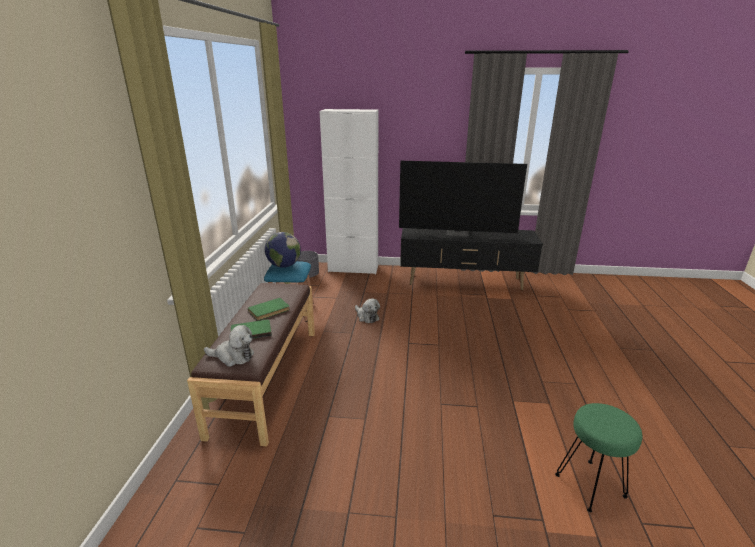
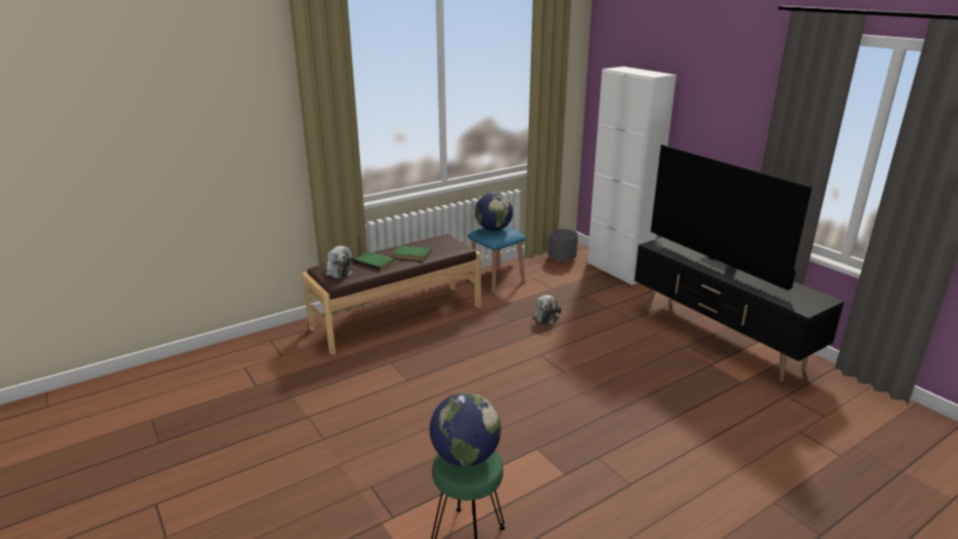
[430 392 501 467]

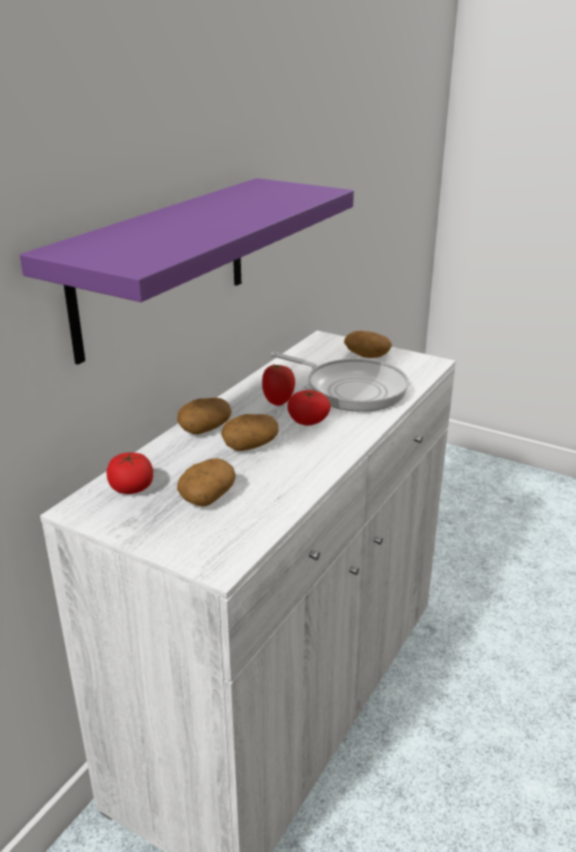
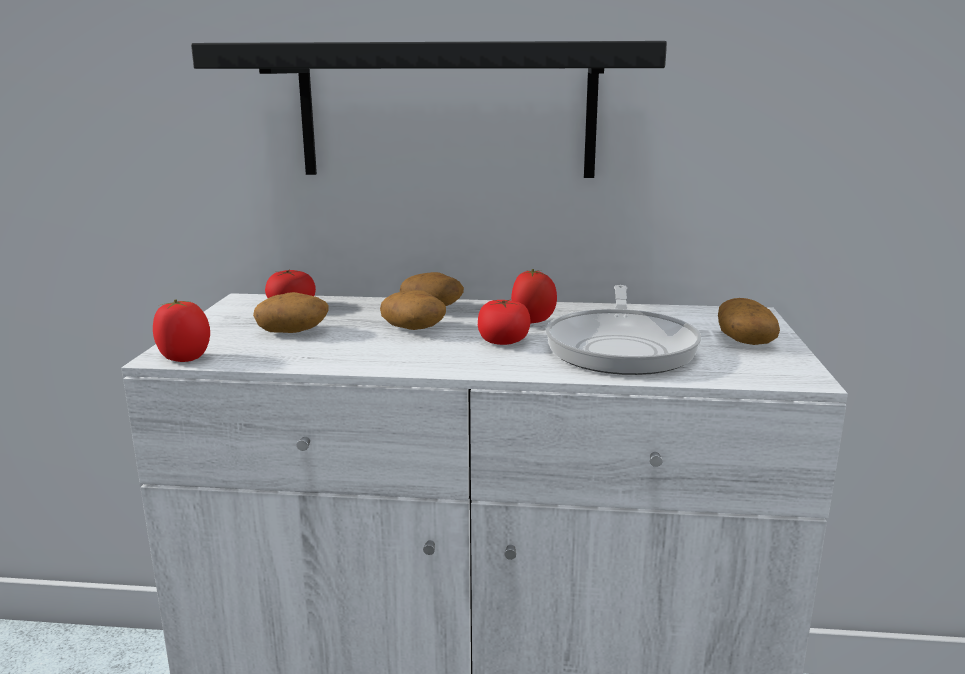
[191 41 667 178]
[153 300 210 362]

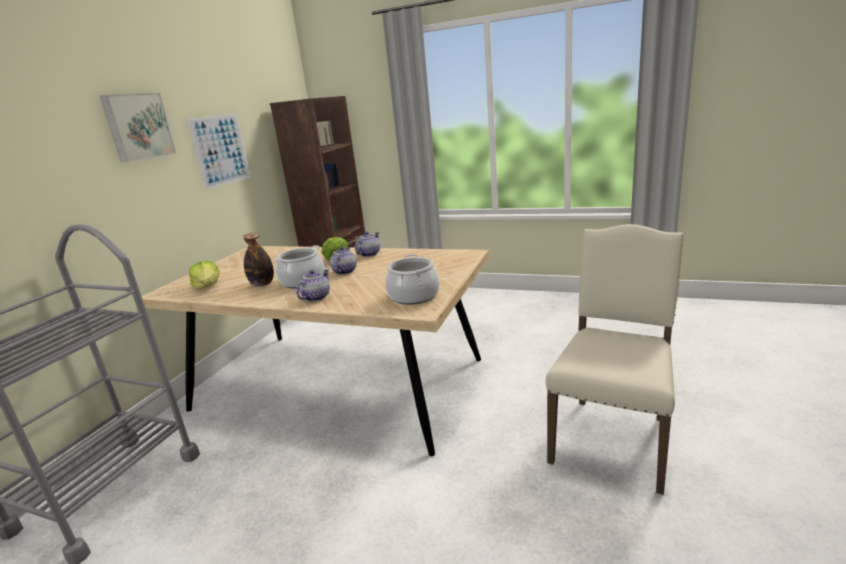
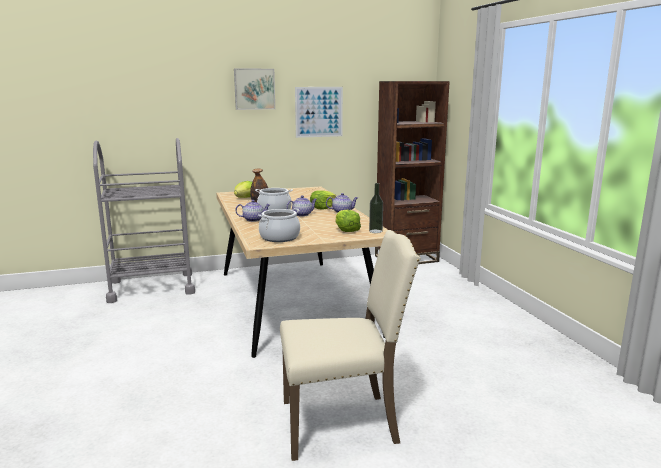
[369 183 383 233]
[335 210 361 232]

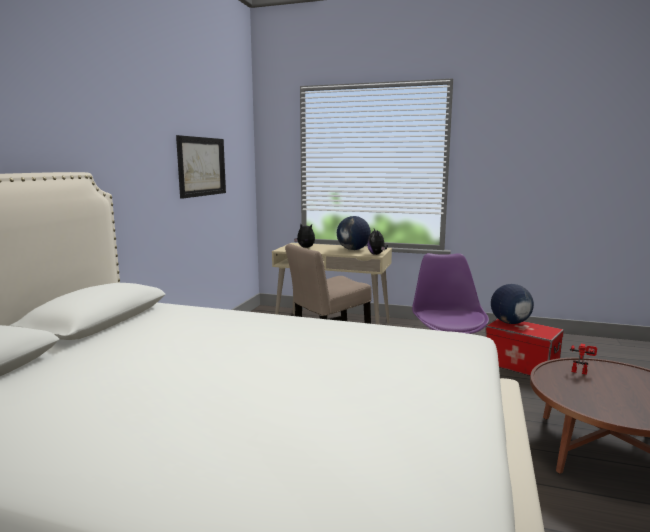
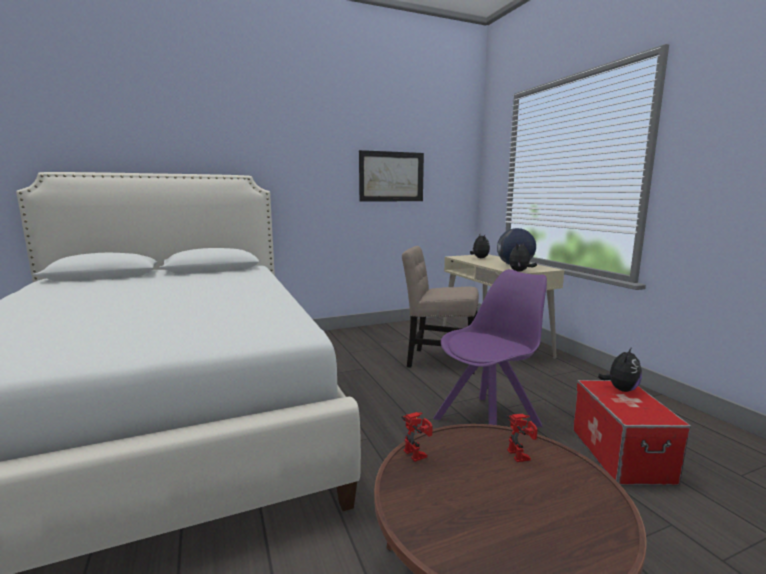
[598 347 642 392]
[401 412 433 462]

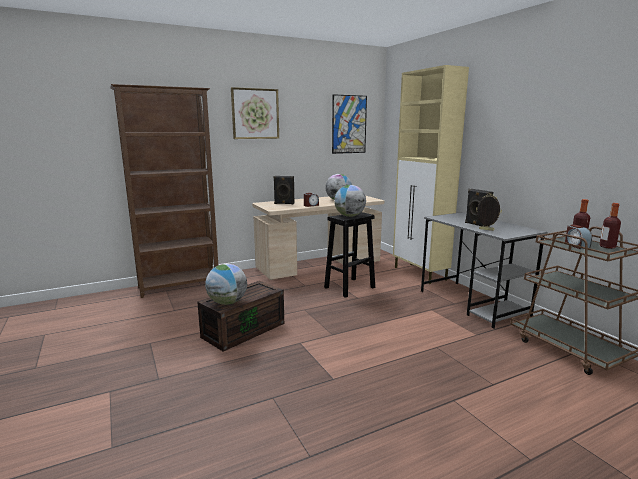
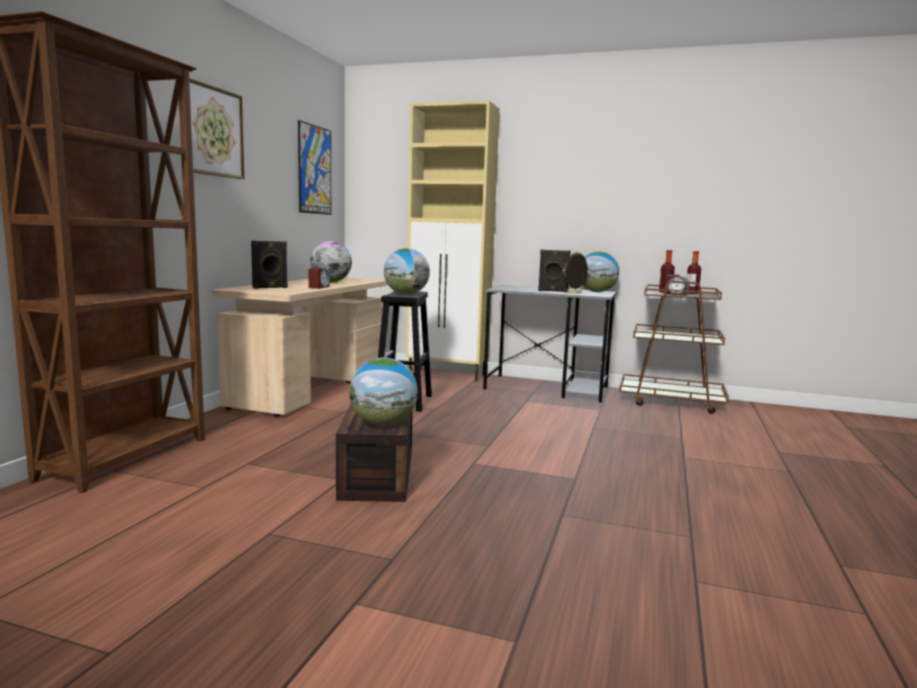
[583 251 619 292]

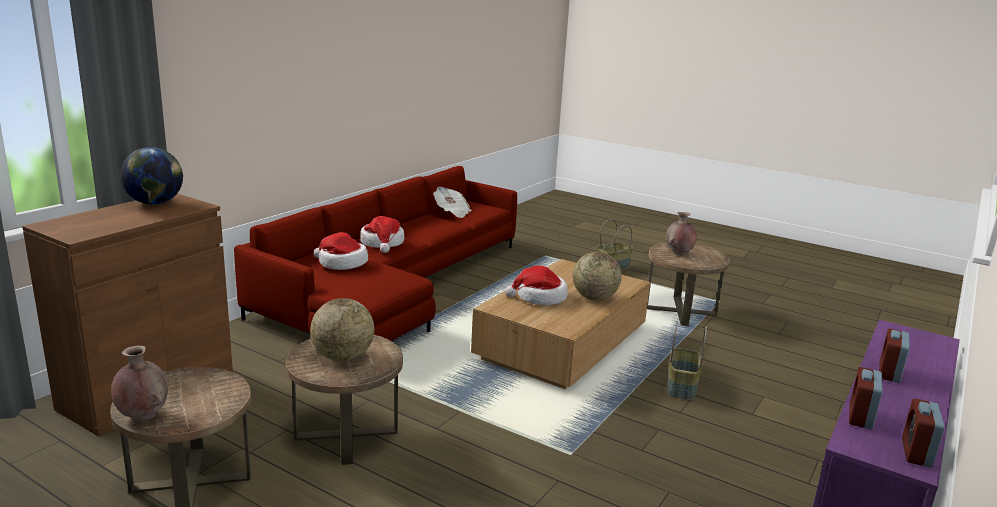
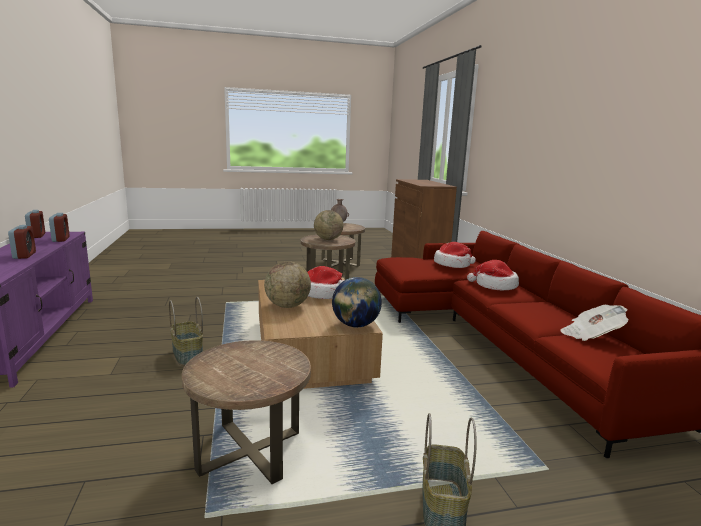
[332 277 382 328]
[666 212 697 255] (first image)

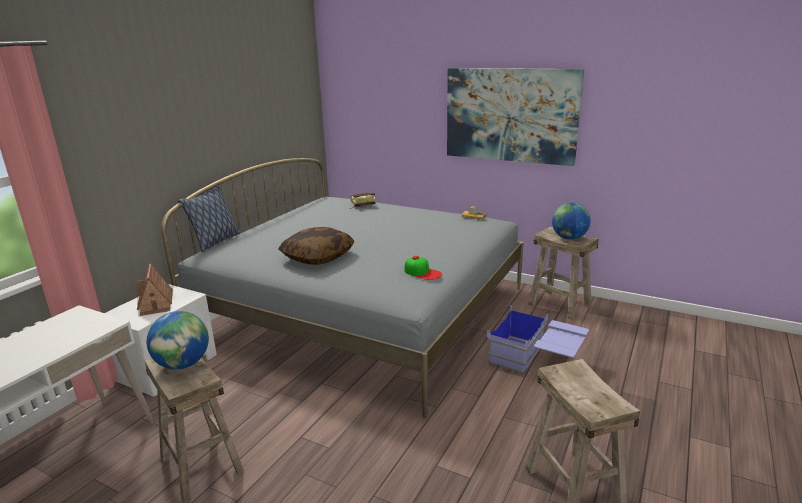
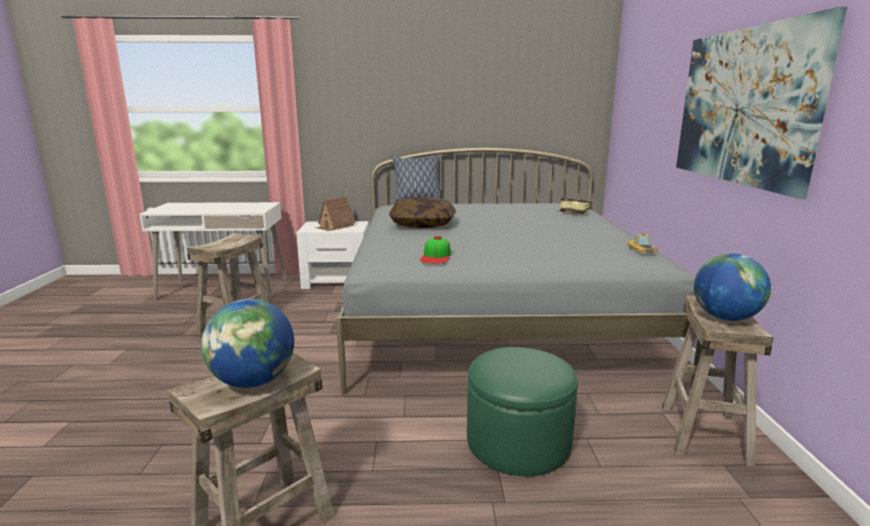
[467 347 578 476]
[201 299 294 388]

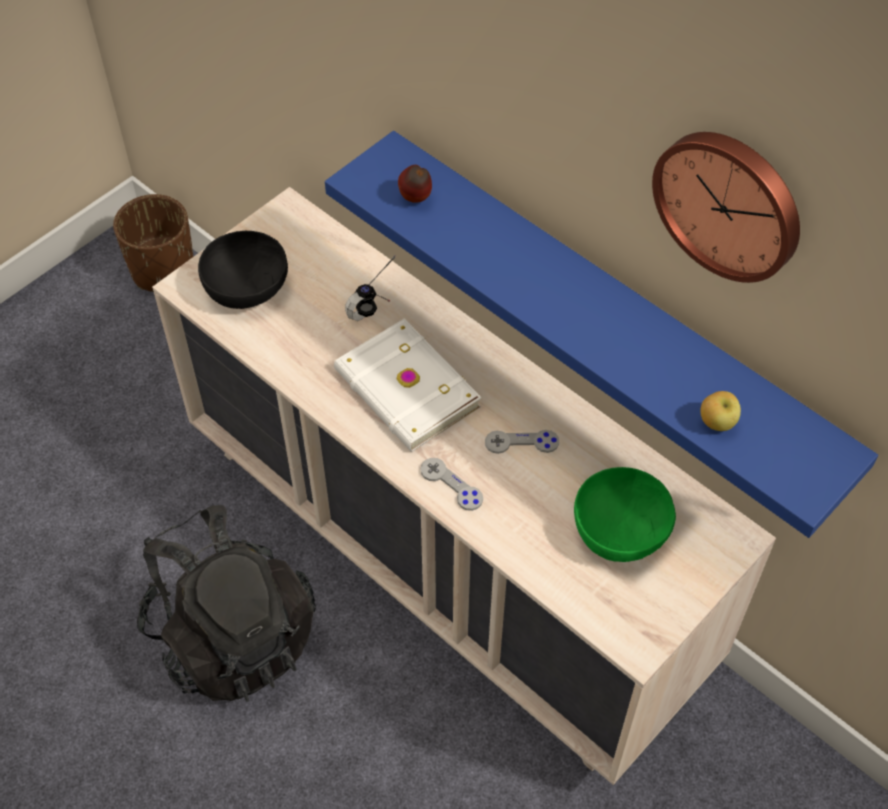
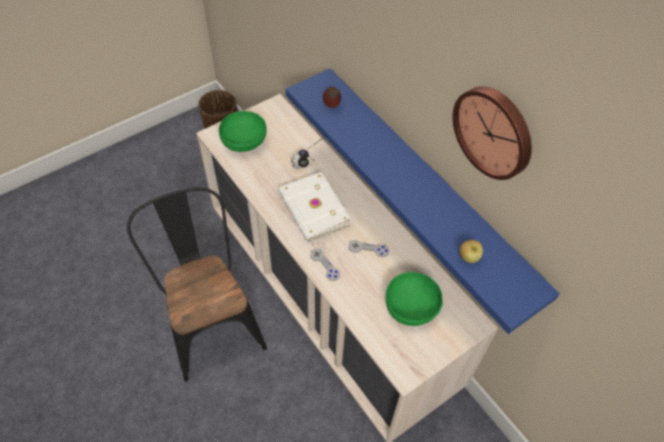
[219 111 267 152]
[127 187 267 382]

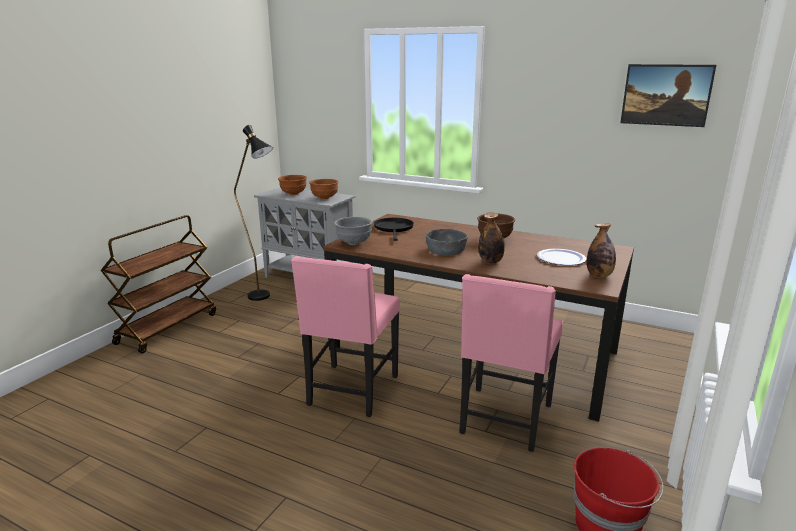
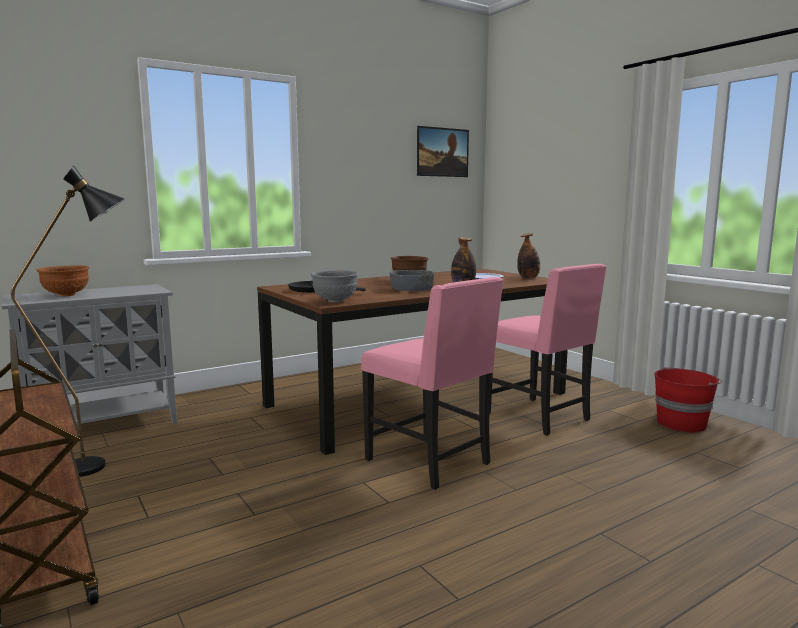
[309 179 339 200] (first image)

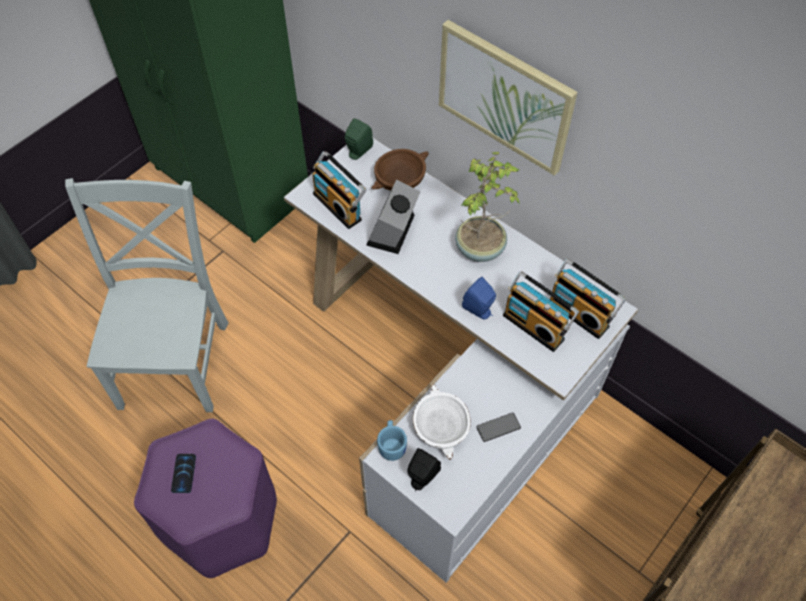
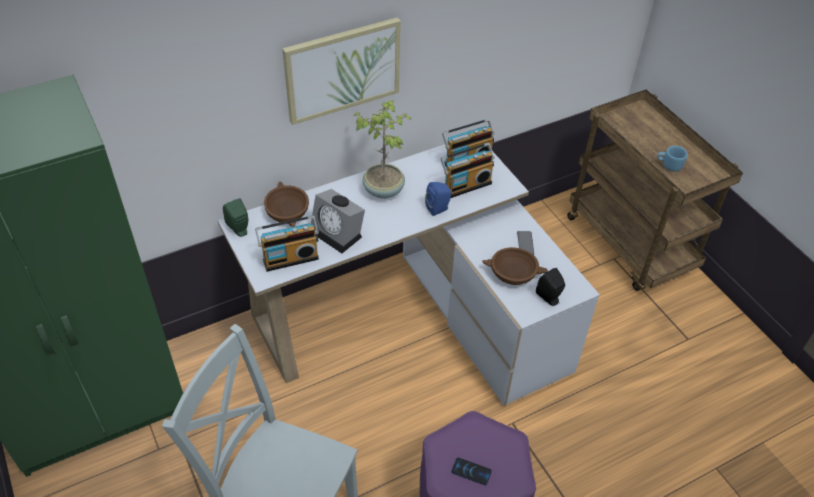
[482 247 548 285]
[657 146 688 171]

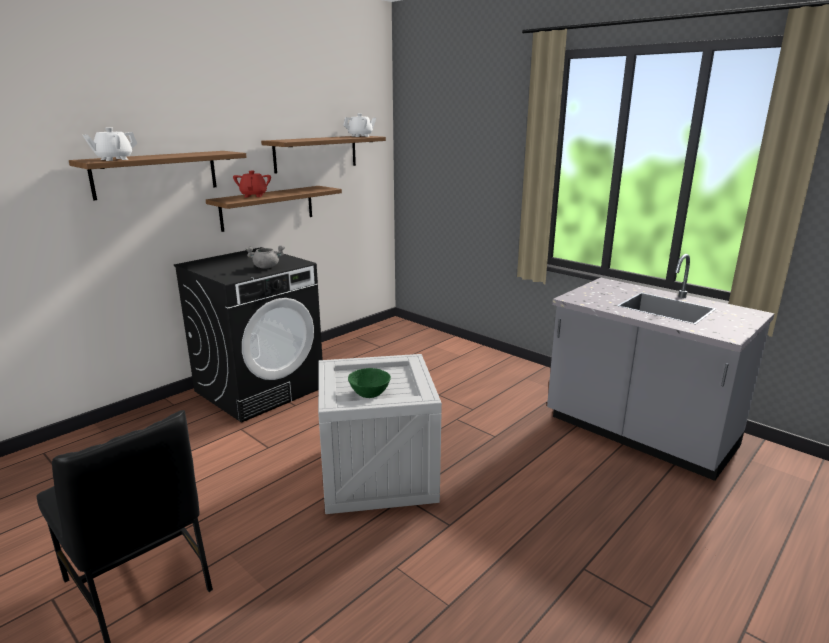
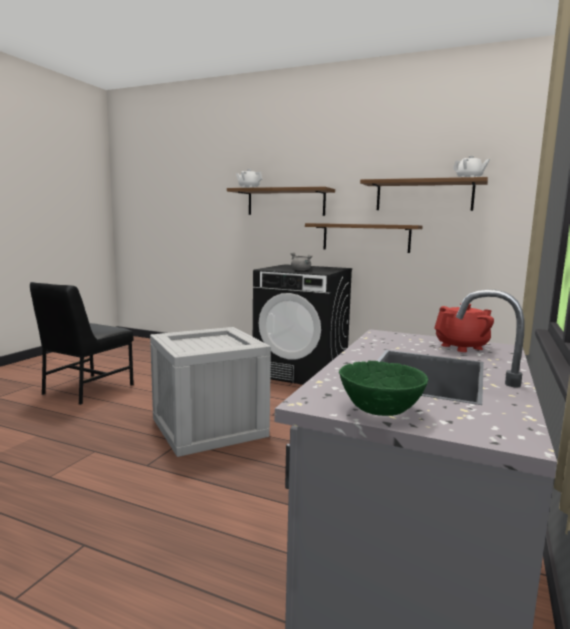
[434 303 494 352]
[339 361 428 416]

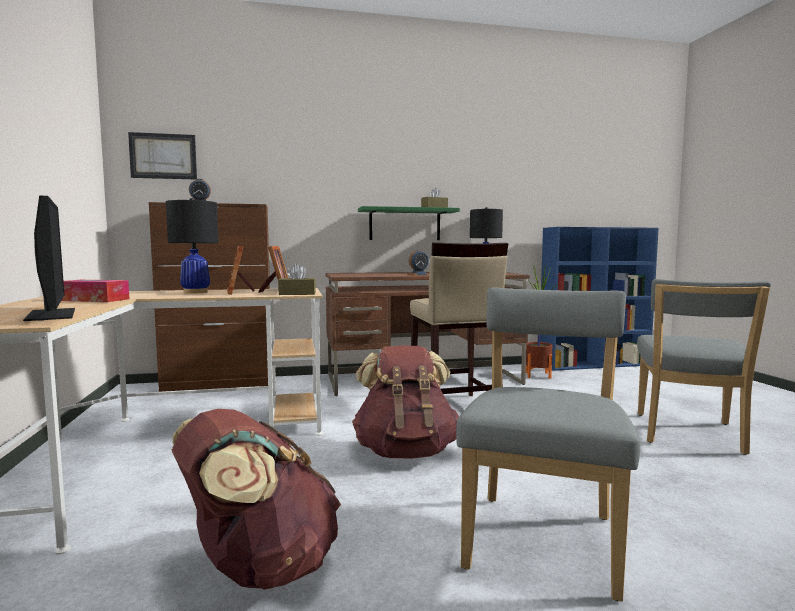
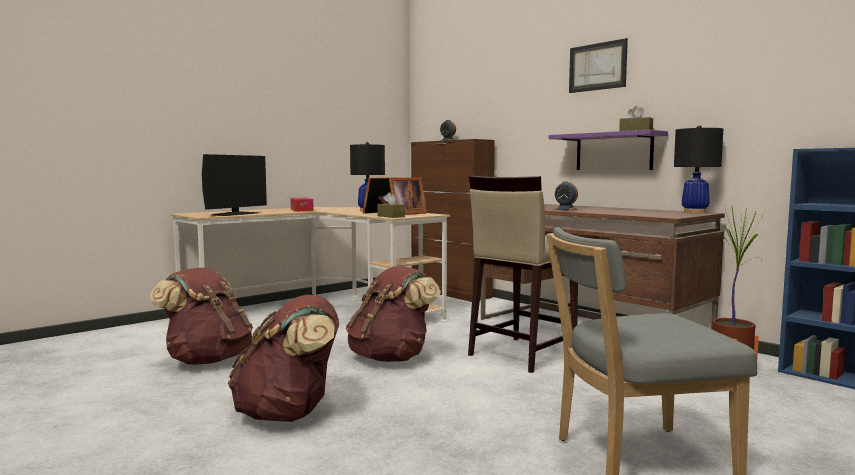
[569 38 628 93]
[549 130 668 170]
[228 295 339 422]

